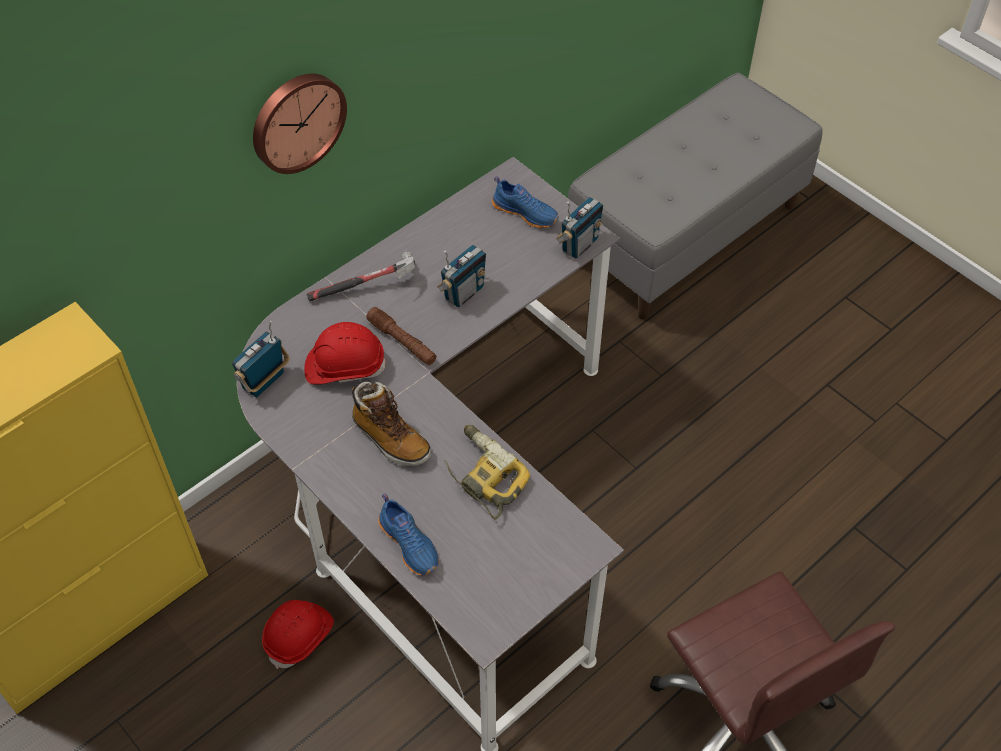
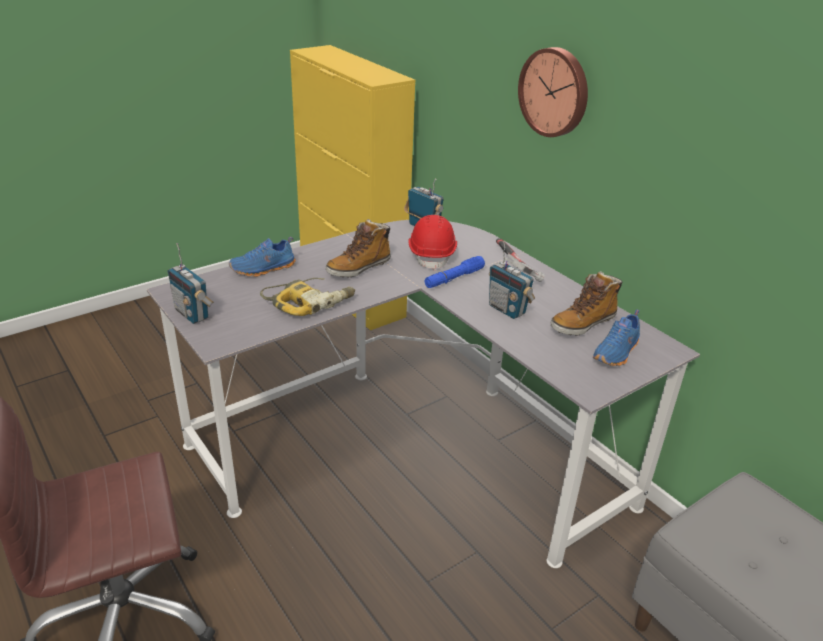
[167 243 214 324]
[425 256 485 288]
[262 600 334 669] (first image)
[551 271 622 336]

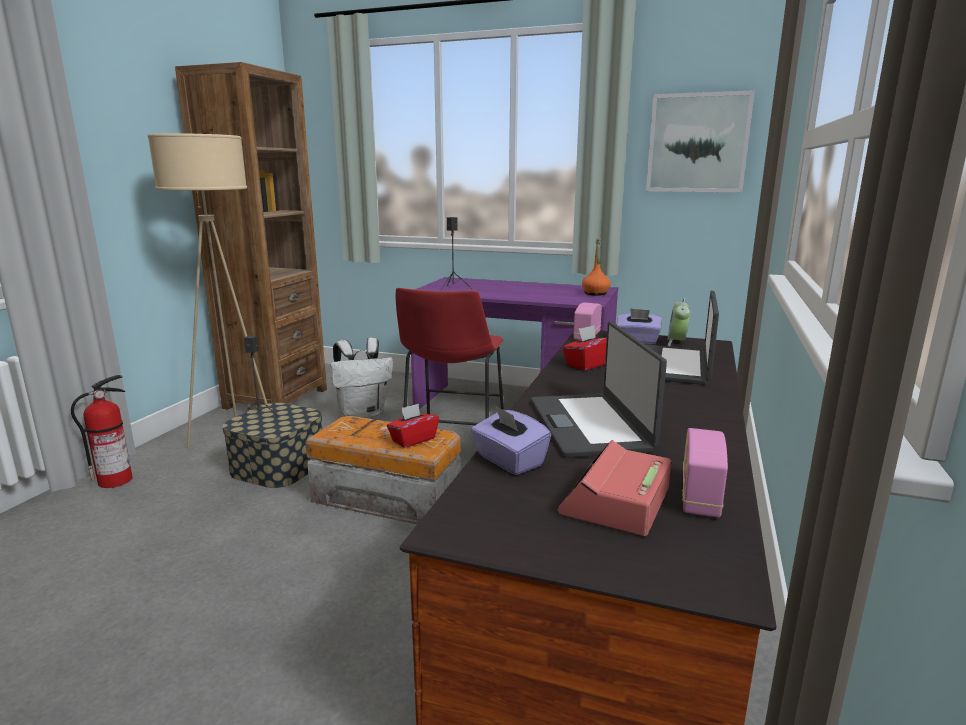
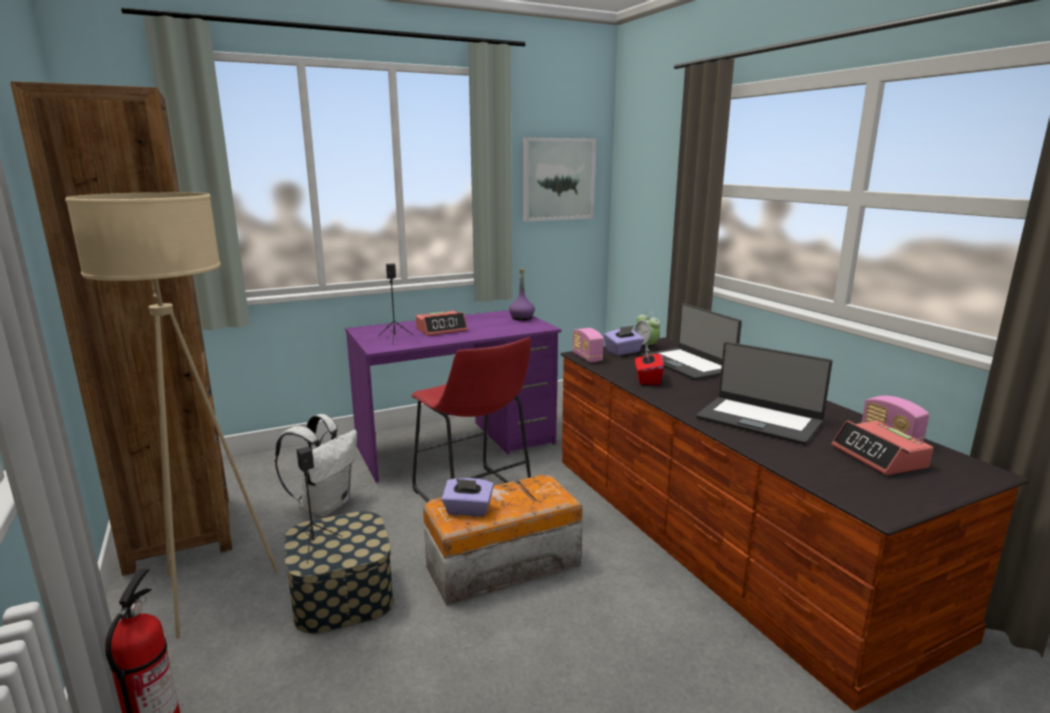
[509 269 535 320]
[387 403 439 448] (first image)
[442 478 494 516]
[416 311 468 336]

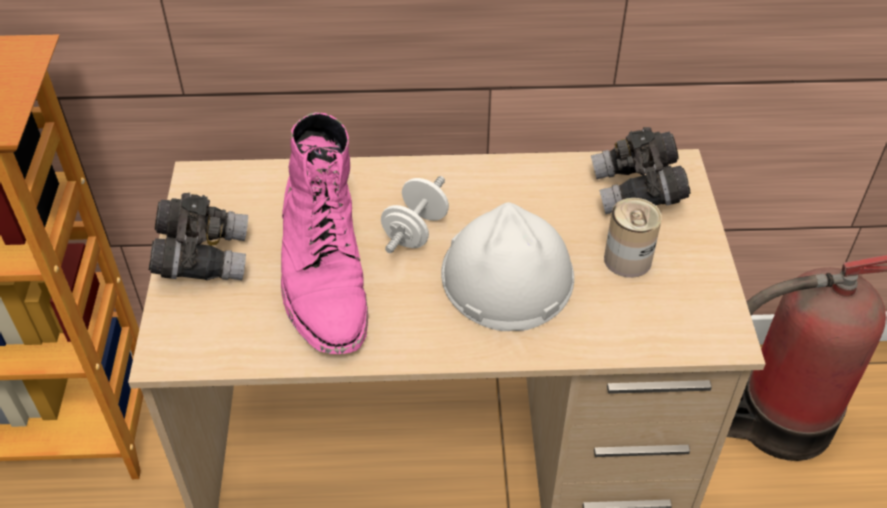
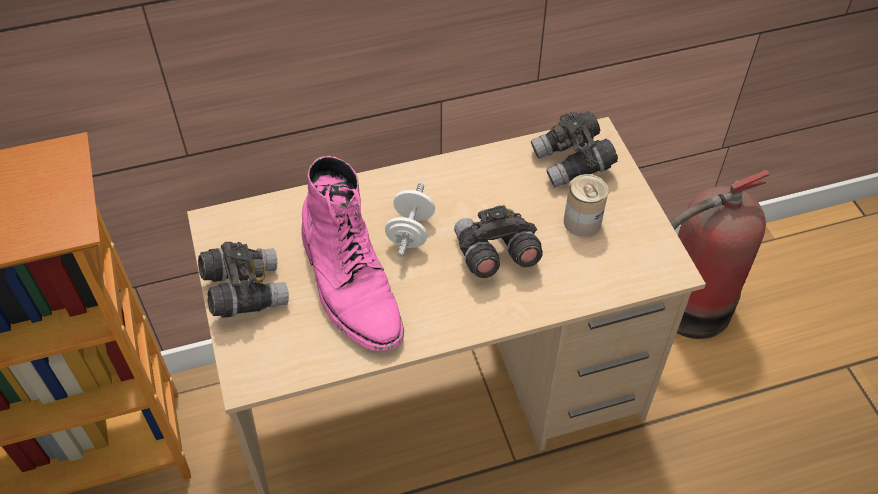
[454 205 543 278]

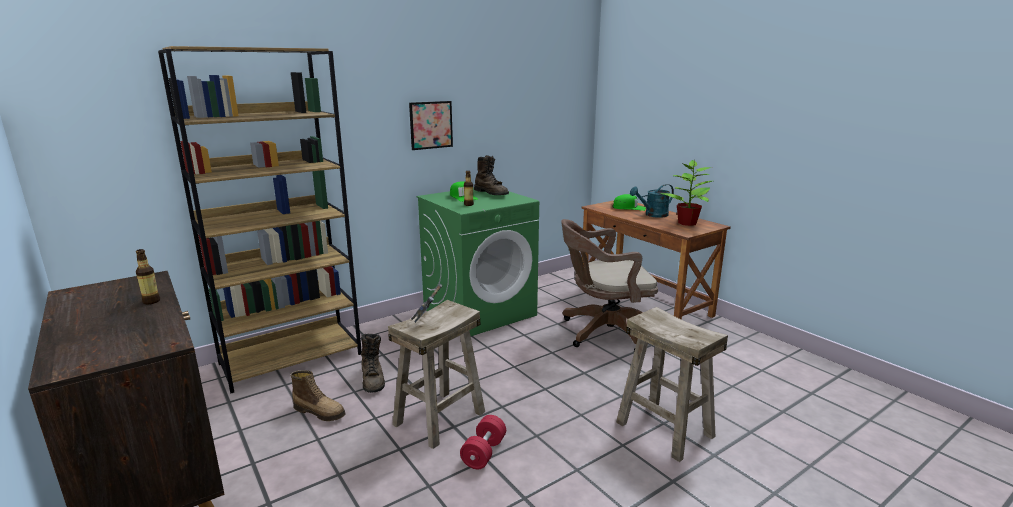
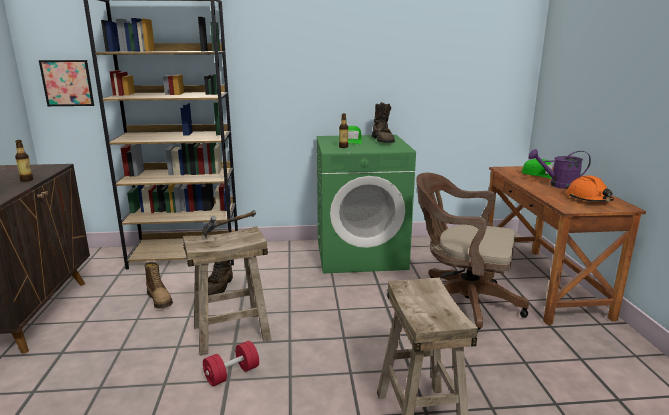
[39 60 94 106]
[567 175 614 202]
[528 149 591 189]

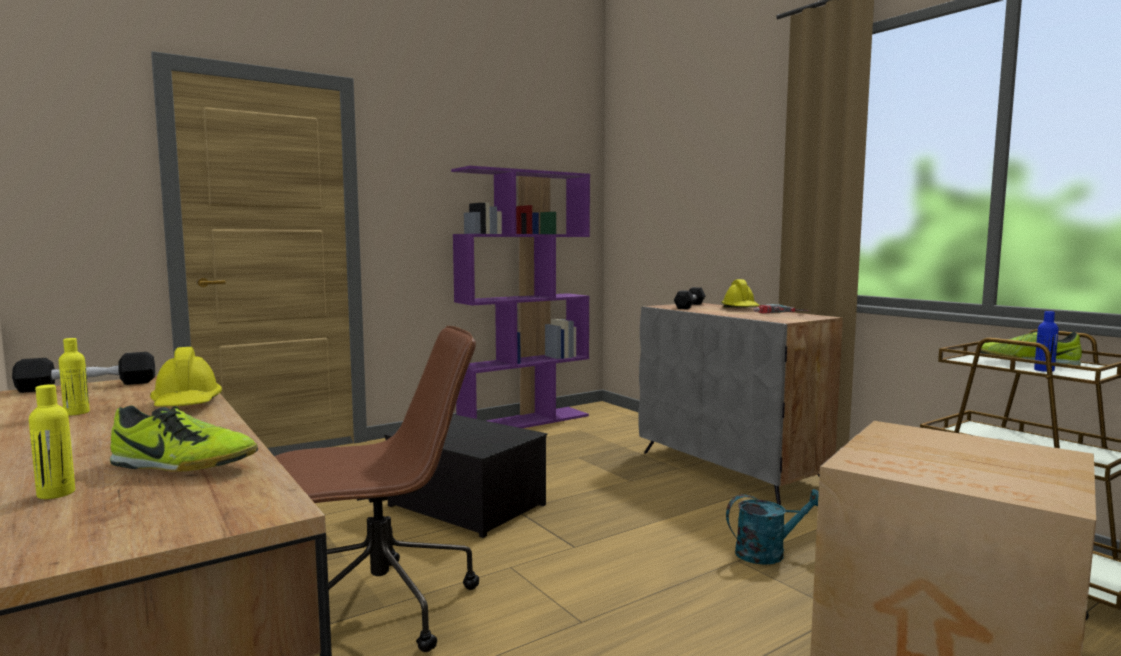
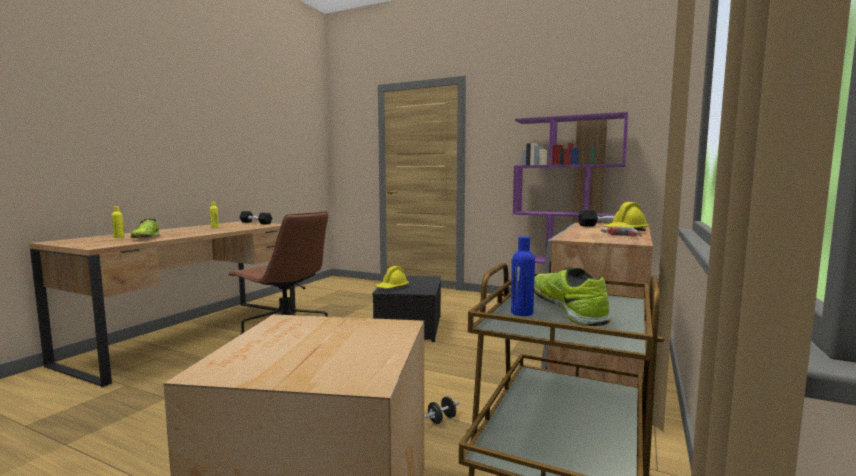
[375 266 409 289]
[424 397 460 424]

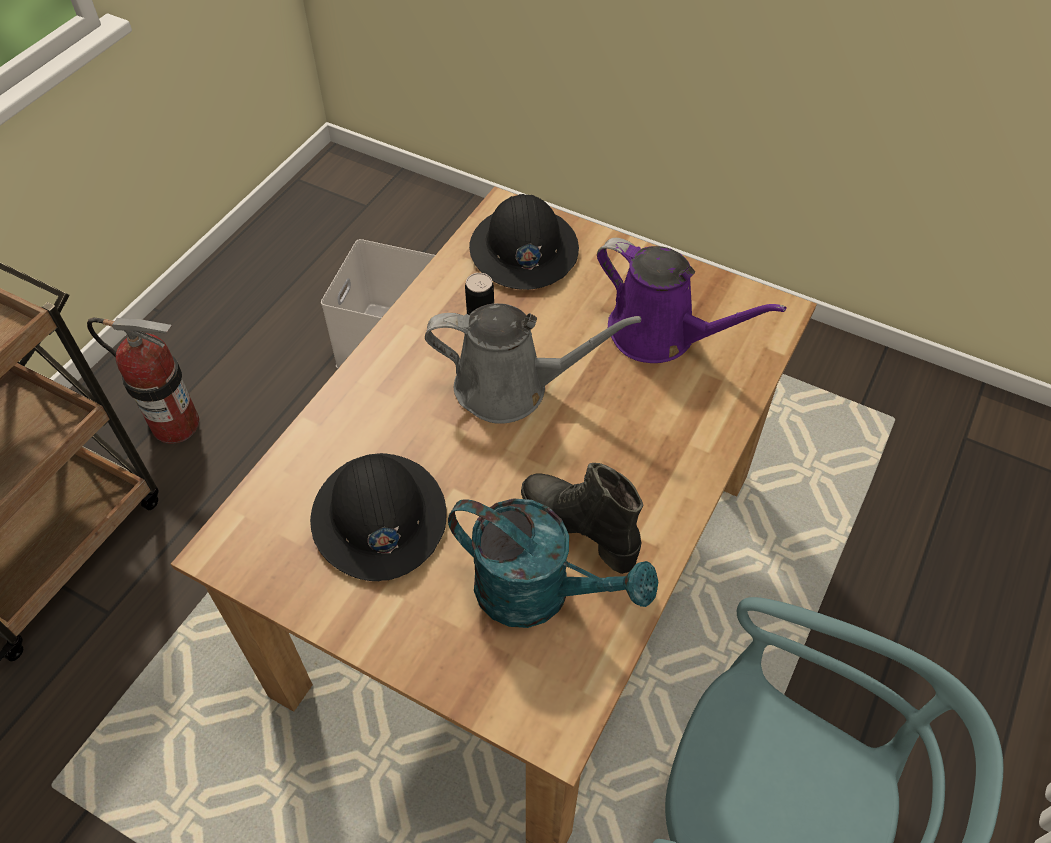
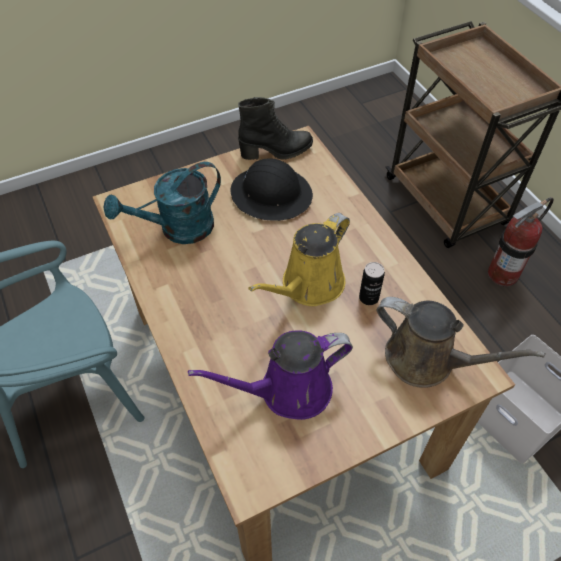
[376 297 545 388]
[249 213 350 306]
[238 97 313 160]

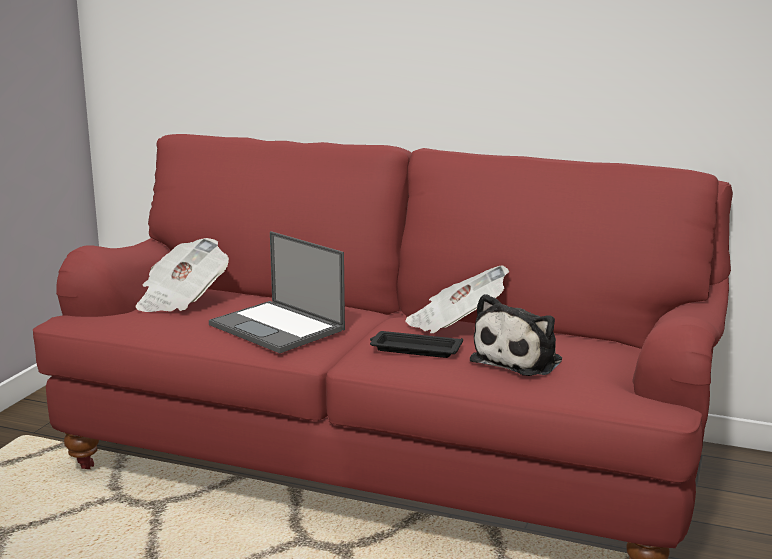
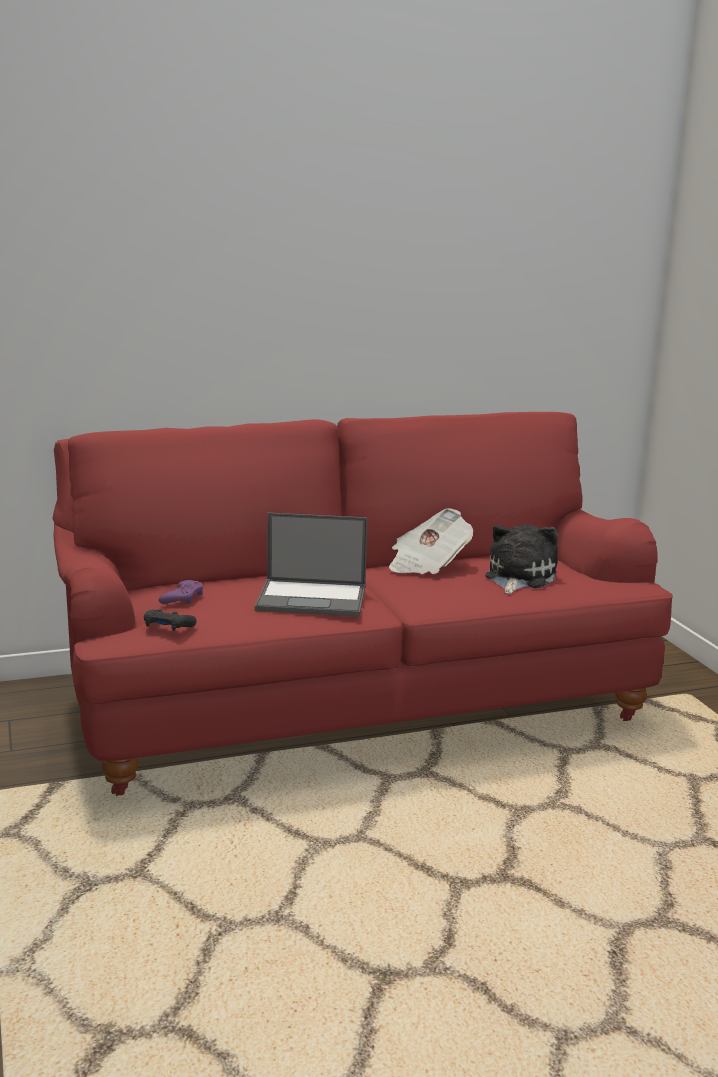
[159 580 204 604]
[486 524 558 594]
[370 331 463 358] (first image)
[144 609 197 631]

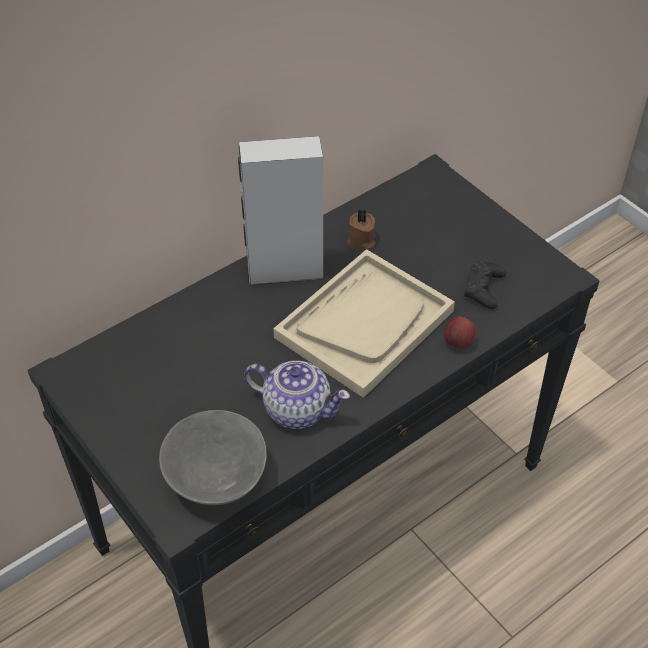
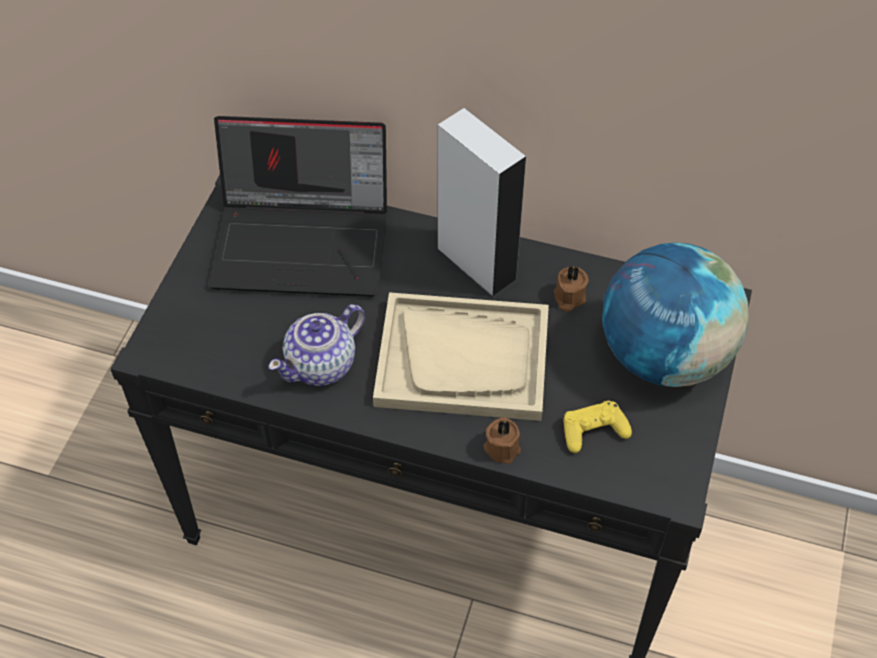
[563 400 632 453]
[484 417 521 464]
[268 304 365 386]
[159 410 267 505] (first image)
[208 116 387 297]
[602 242 748 387]

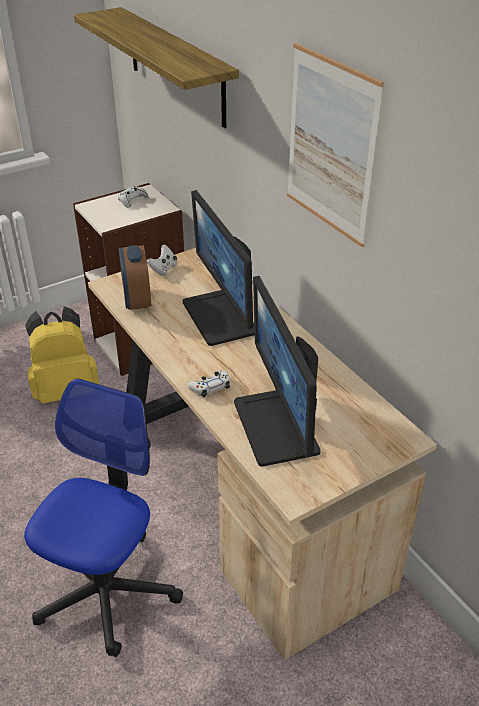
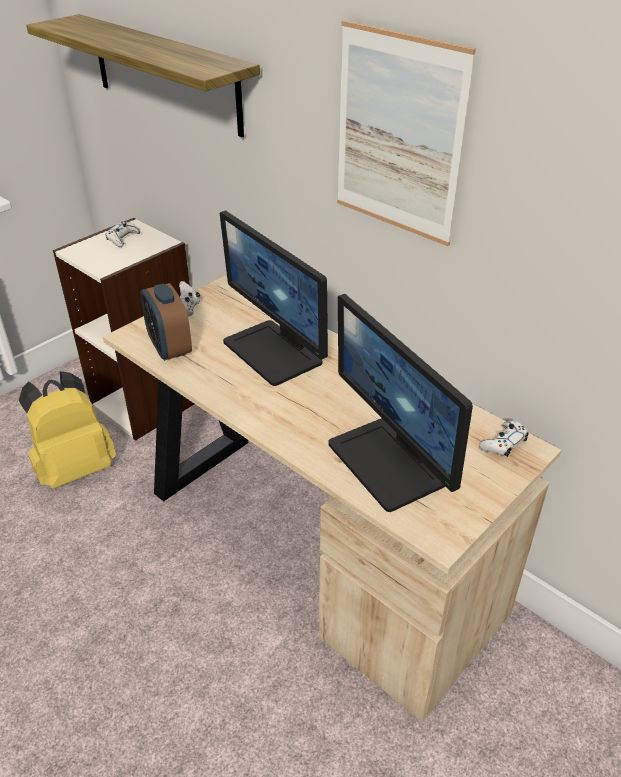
[479 421 529 457]
[24 378 183 657] (first image)

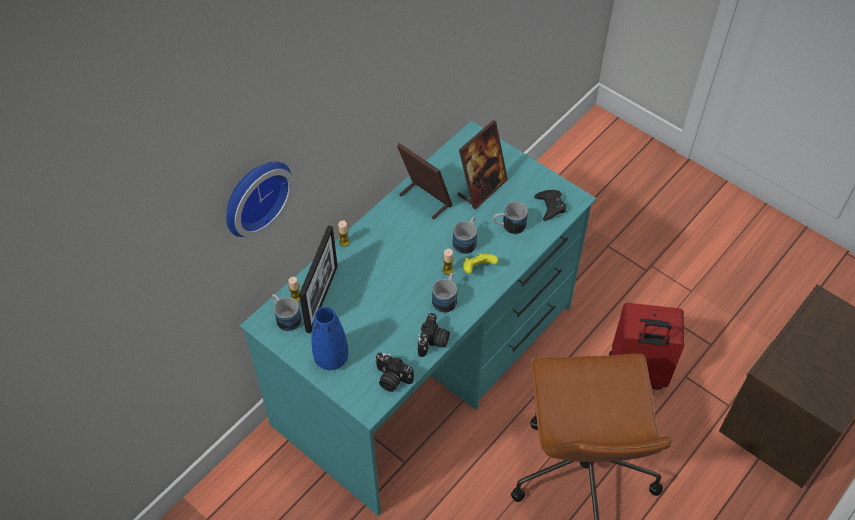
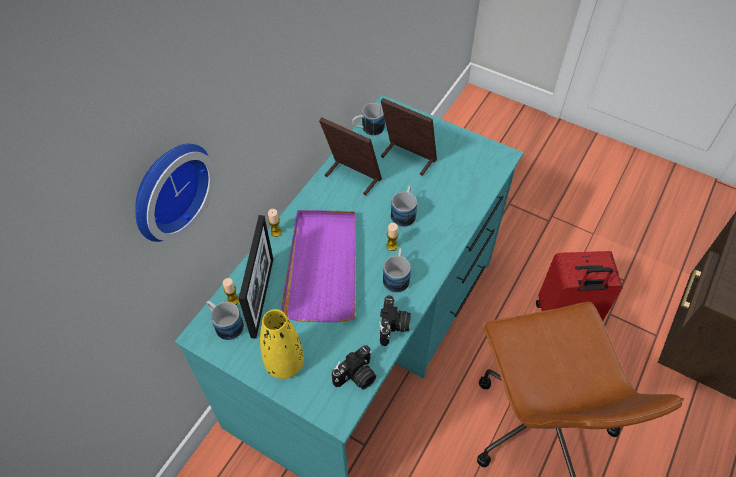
[381 98 437 176]
[534 190 566 221] (first image)
[352 103 385 136]
[463 253 498 274] (first image)
[260 309 304 379]
[332 345 376 390]
[281 210 356 322]

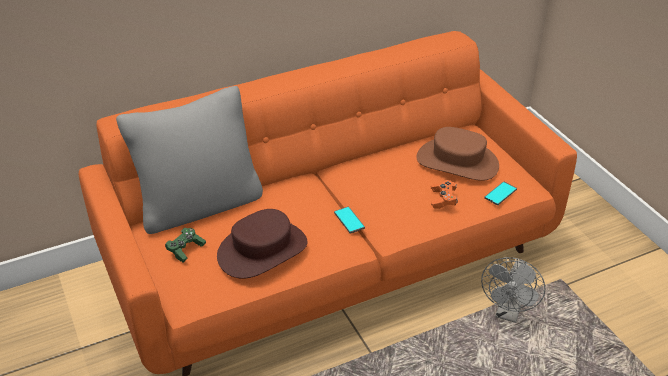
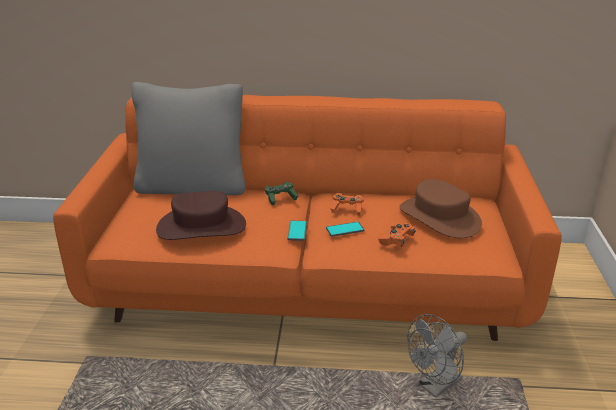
[326 222 364 237]
[265 182 299 205]
[330 193 364 216]

